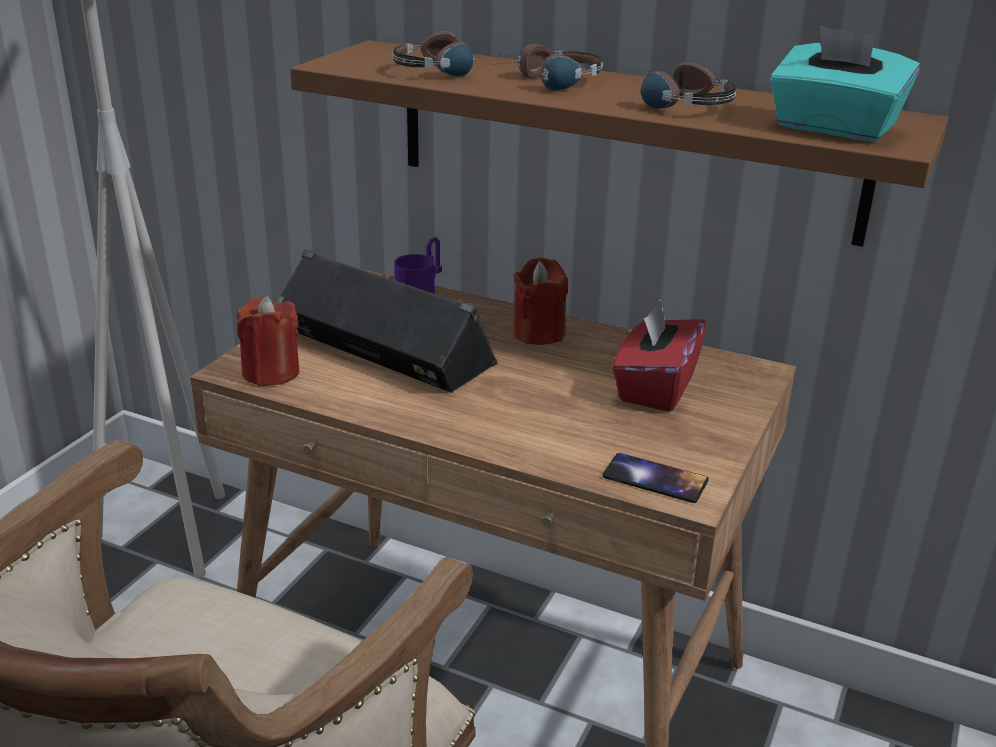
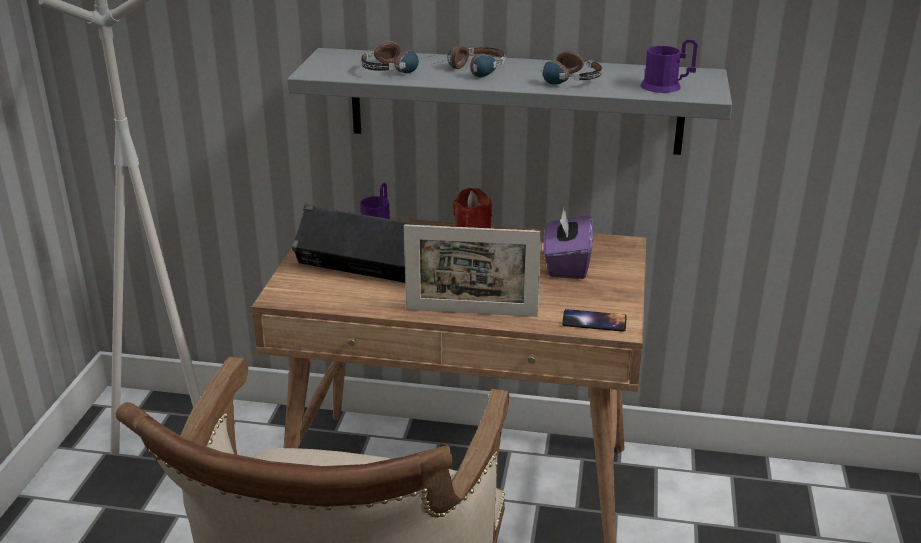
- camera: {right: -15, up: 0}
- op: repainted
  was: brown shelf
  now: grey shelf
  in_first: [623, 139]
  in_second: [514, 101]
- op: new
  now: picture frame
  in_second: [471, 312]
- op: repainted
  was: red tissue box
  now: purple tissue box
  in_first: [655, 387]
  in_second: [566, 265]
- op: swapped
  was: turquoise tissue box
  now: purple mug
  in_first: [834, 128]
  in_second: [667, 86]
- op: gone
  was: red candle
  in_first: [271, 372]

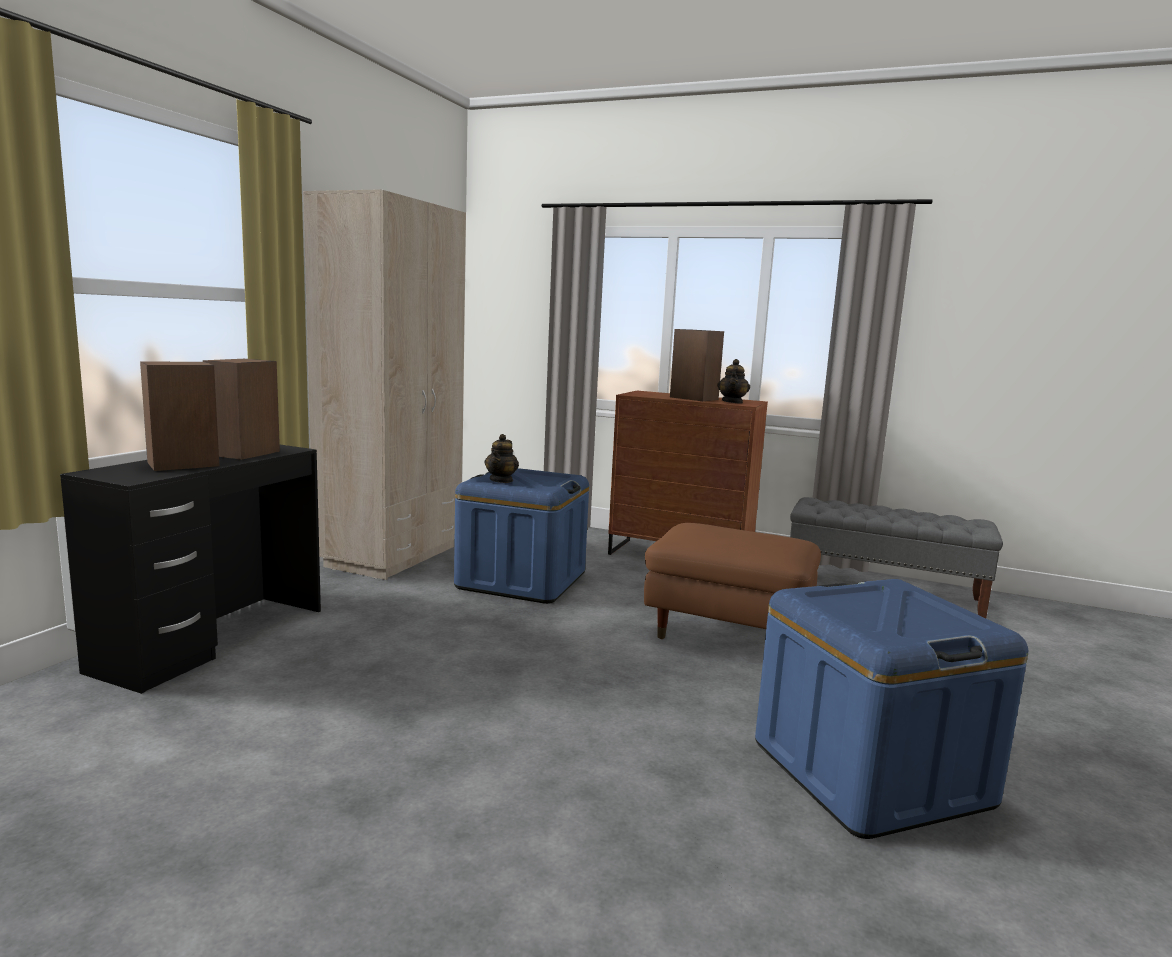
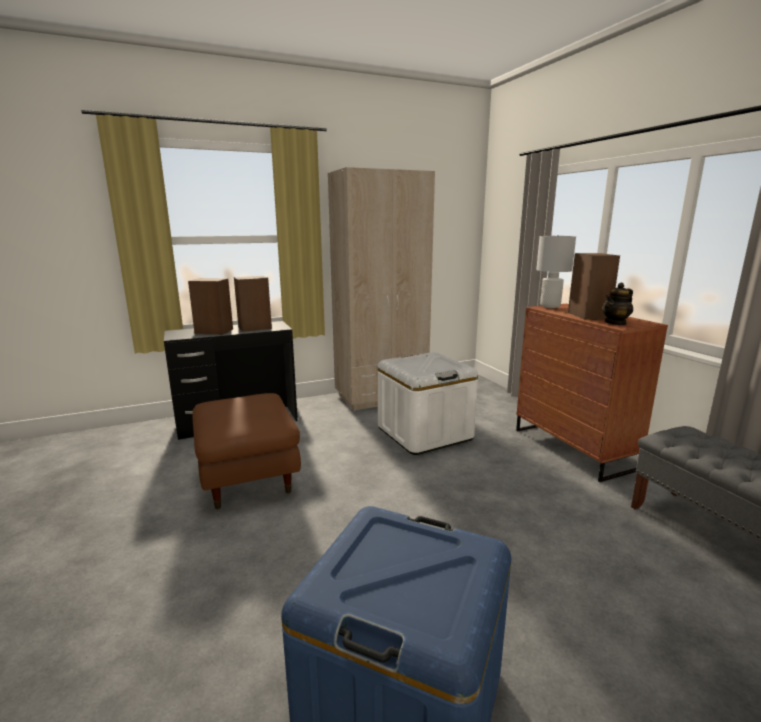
- camera: {right: 45, up: 5}
- op: shifted
  was: brown ottoman
  in_first: [726, 633]
  in_second: [247, 476]
- op: repainted
  was: blue storage box
  now: white storage box
  in_first: [521, 580]
  in_second: [424, 433]
- op: new
  now: grey table lamp
  in_second: [549, 307]
- op: gone
  was: teapot
  in_first: [501, 480]

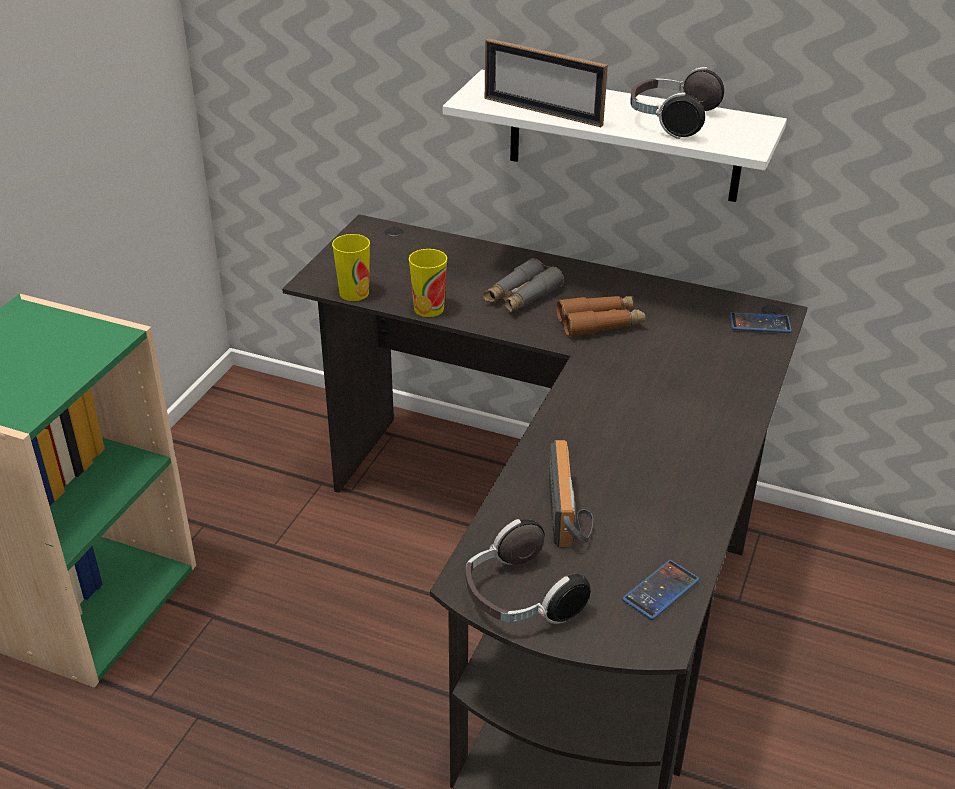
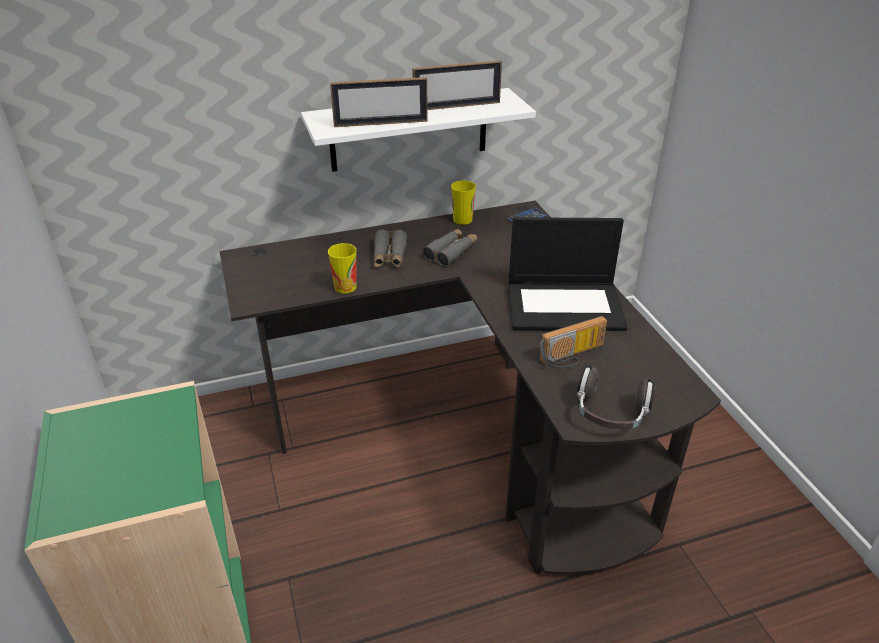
- camera: {right: -40, up: 0}
- op: swapped
  was: headphones
  now: picture frame
  in_first: [670, 120]
  in_second: [457, 106]
- op: repainted
  was: brown binoculars
  now: grey binoculars
  in_first: [600, 323]
  in_second: [451, 252]
- op: shifted
  was: cup
  in_first: [354, 293]
  in_second: [462, 219]
- op: new
  now: laptop
  in_second: [565, 305]
- op: rotated
  was: radio
  in_first: [571, 513]
  in_second: [573, 357]
  clockwise: 105
- op: gone
  was: phone
  in_first: [660, 590]

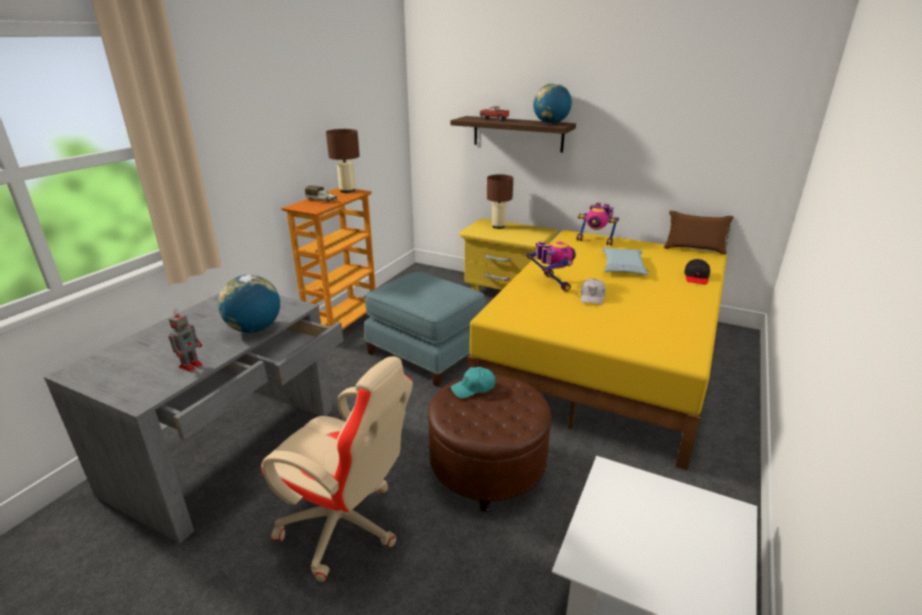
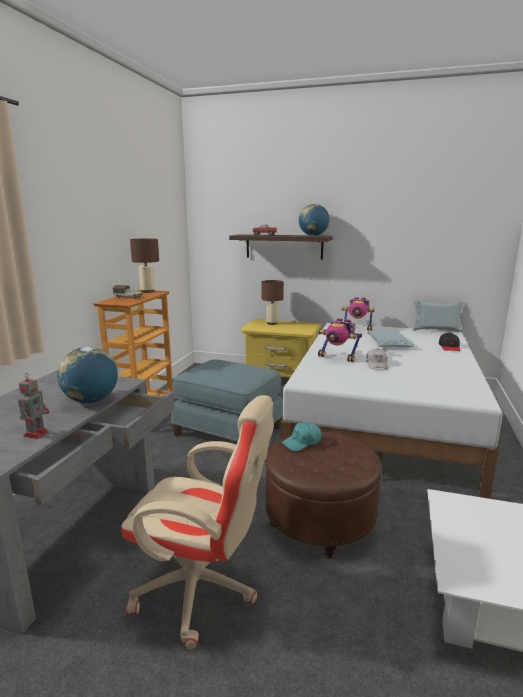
- camera: {right: -10, up: -10}
- op: repainted
  was: yellow bed
  now: white bed
  in_first: [605, 357]
  in_second: [384, 421]
- op: rotated
  was: toy robot
  in_first: [551, 283]
  in_second: [338, 357]
  clockwise: 150
- op: repainted
  was: brown pillow
  now: blue pillow
  in_first: [694, 249]
  in_second: [436, 330]

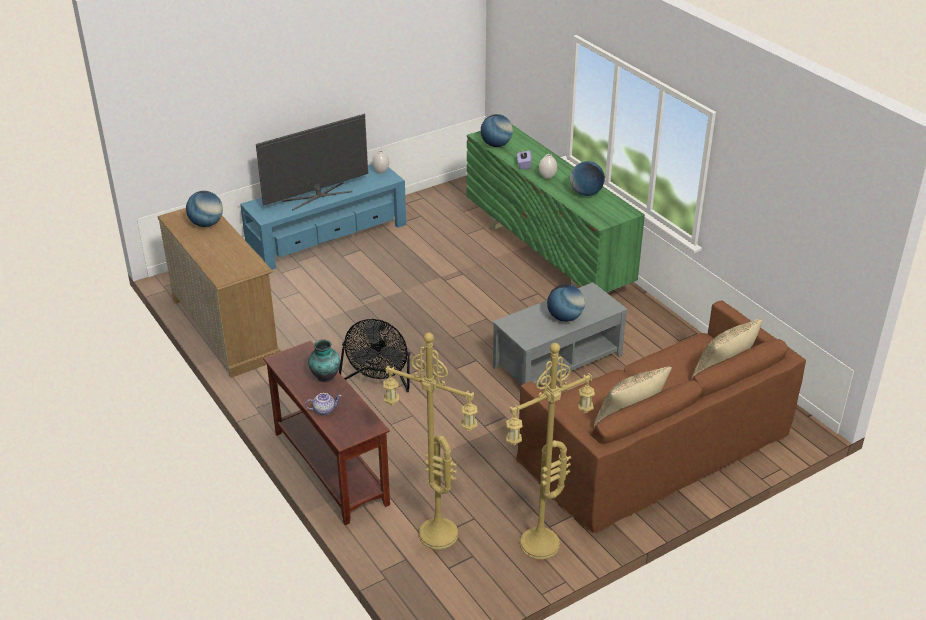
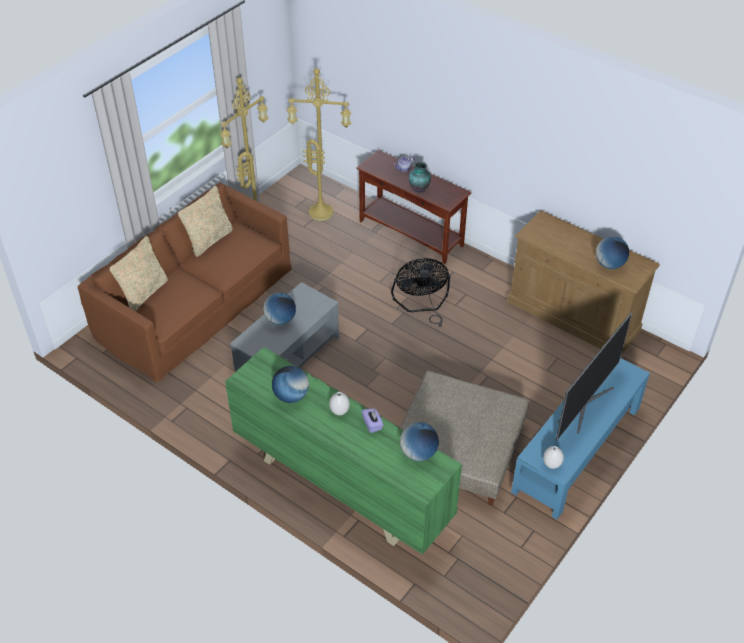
- camera: {right: 160, up: 10}
- op: new
  now: beige ottoman
  in_second: [458, 449]

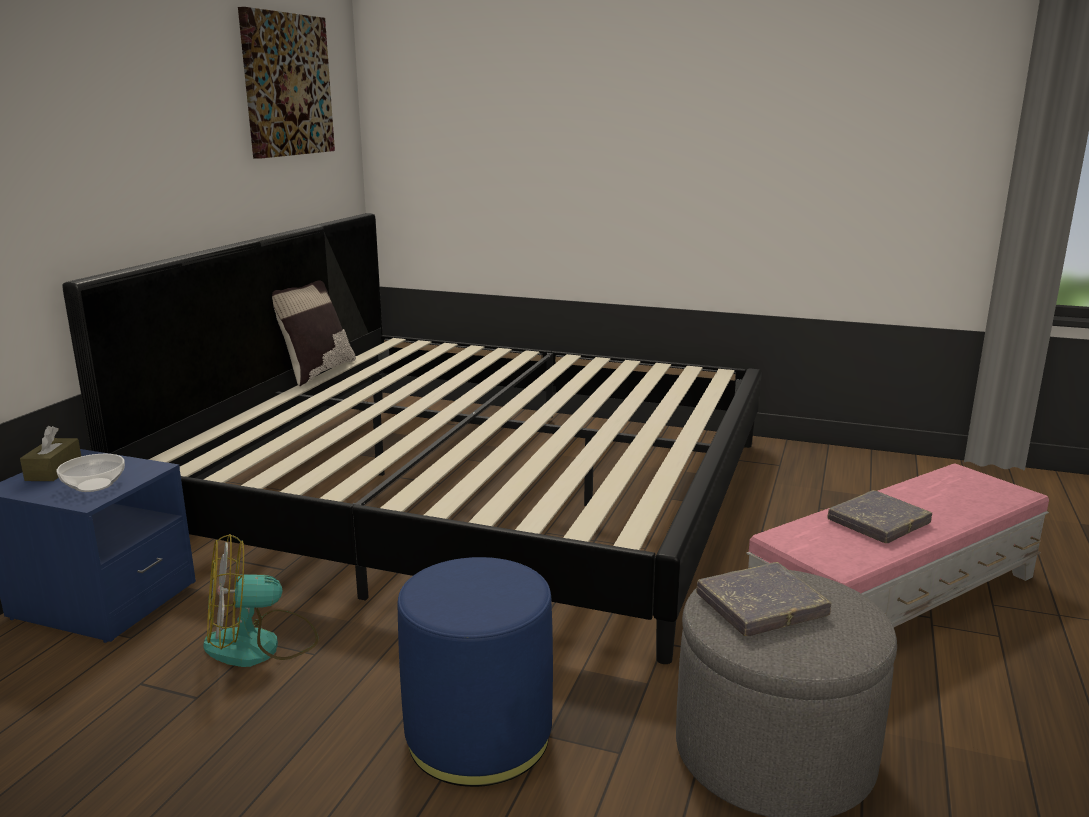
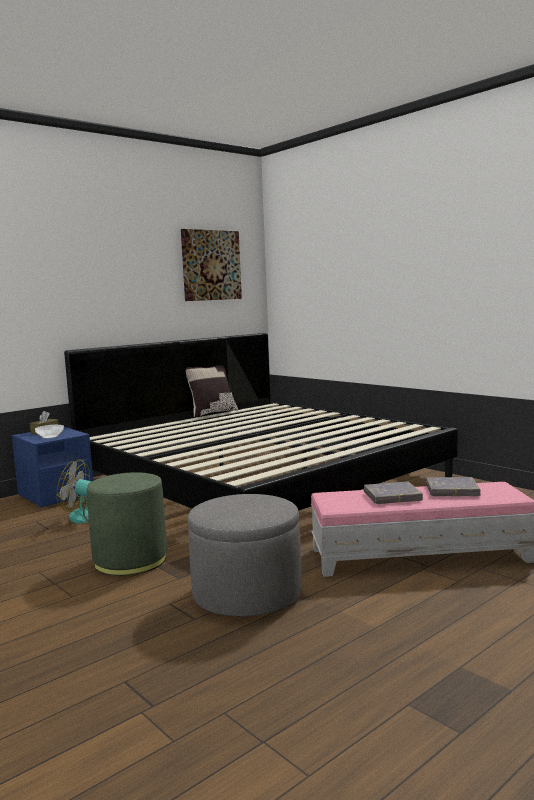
- camera: {right: 30, up: -10}
- op: repainted
  was: blue ottoman
  now: green ottoman
  in_first: [478, 735]
  in_second: [130, 560]
- op: shifted
  was: grey book
  in_first: [761, 606]
  in_second: [452, 491]

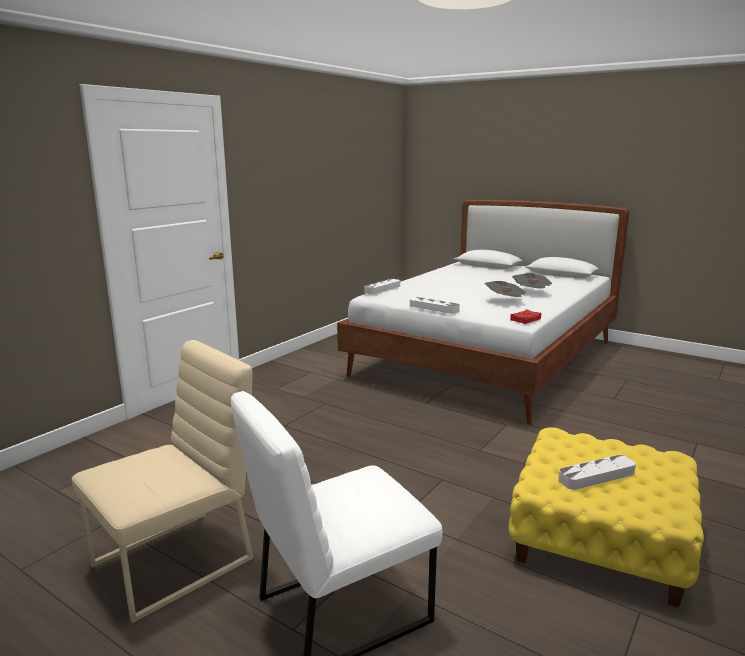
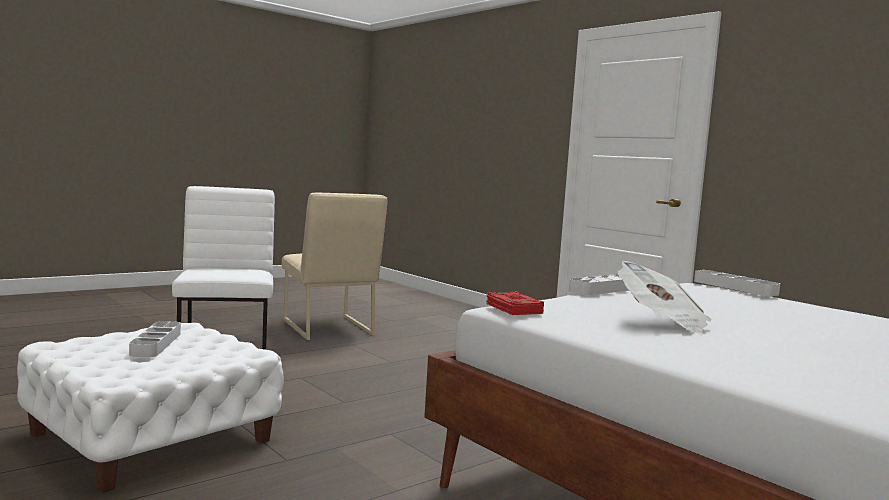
- camera: {right: 105, up: -10}
- op: repainted
  was: yellow ottoman
  now: white ottoman
  in_first: [600, 539]
  in_second: [152, 437]
- op: gone
  was: newspaper
  in_first: [531, 292]

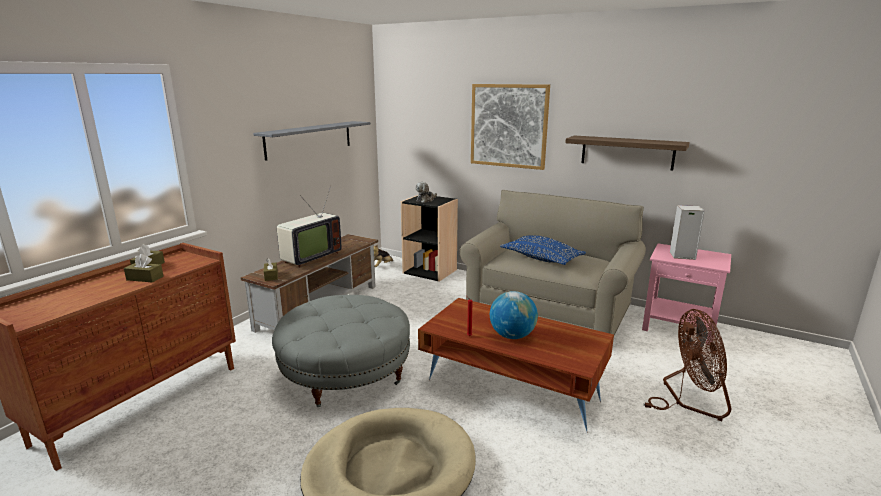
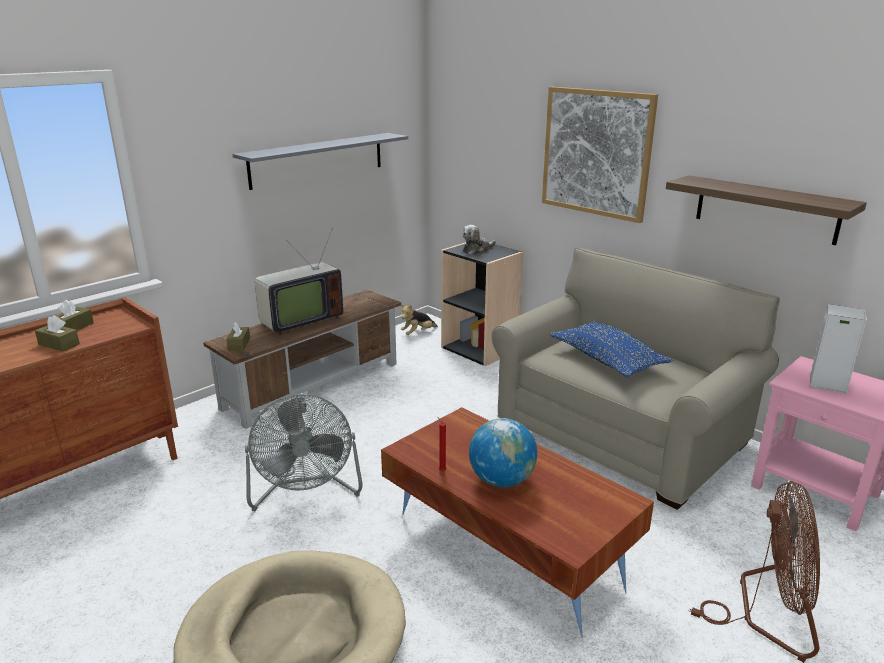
- camera: {right: 15, up: 5}
- op: swapped
  was: grey ottoman
  now: grey fan
  in_first: [346, 375]
  in_second: [301, 490]

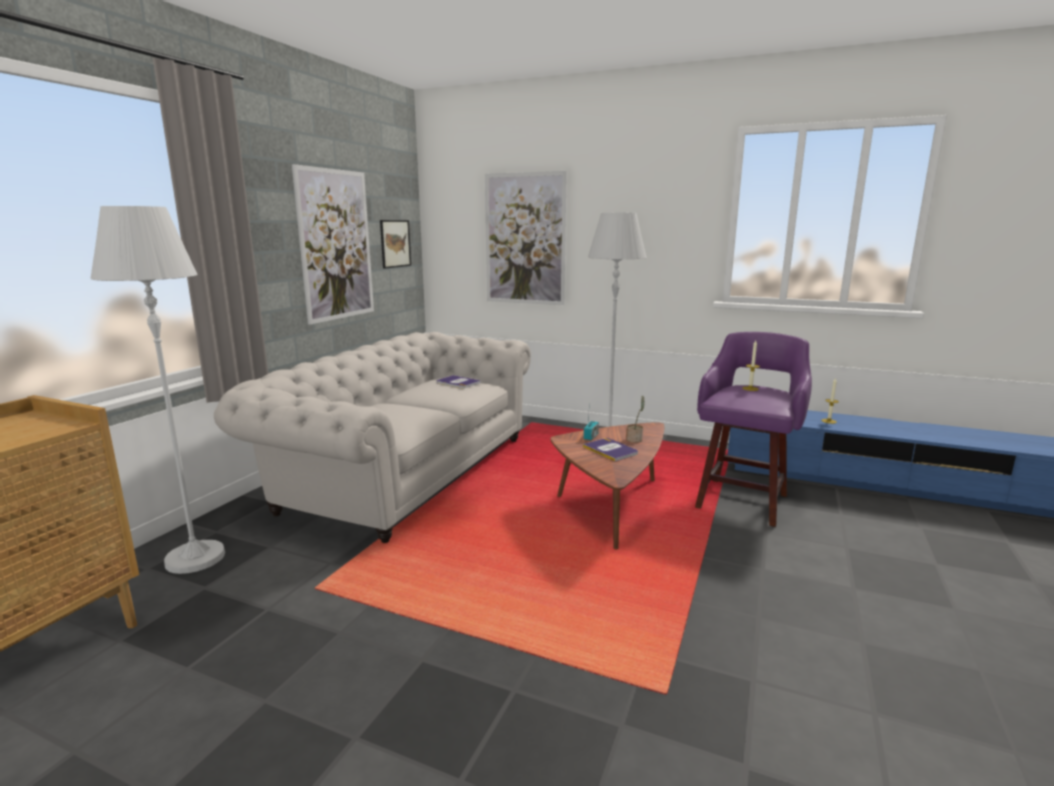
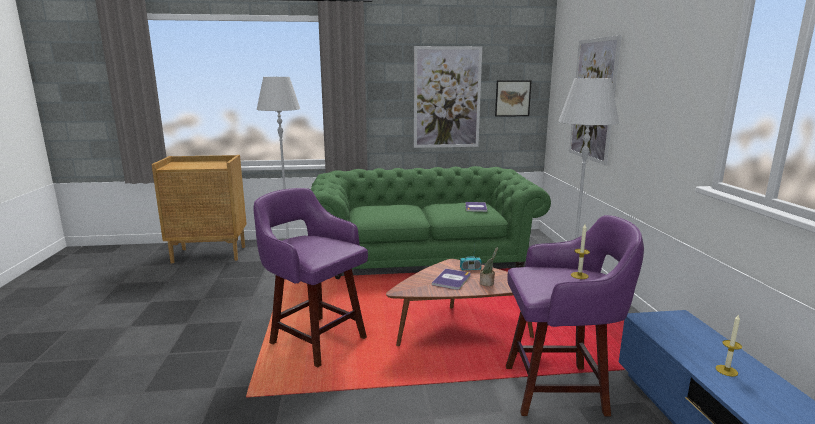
- camera: {right: 60, up: 0}
- op: new
  now: purple stool
  in_second: [315, 339]
- op: repainted
  was: white sofa
  now: green sofa
  in_first: [401, 471]
  in_second: [422, 256]

